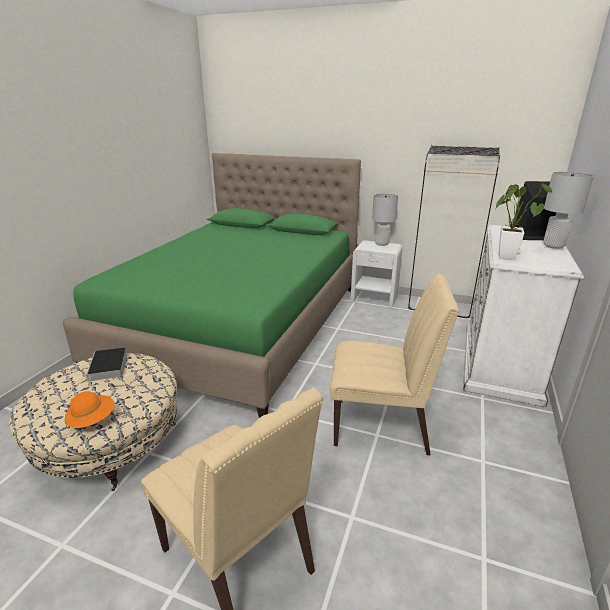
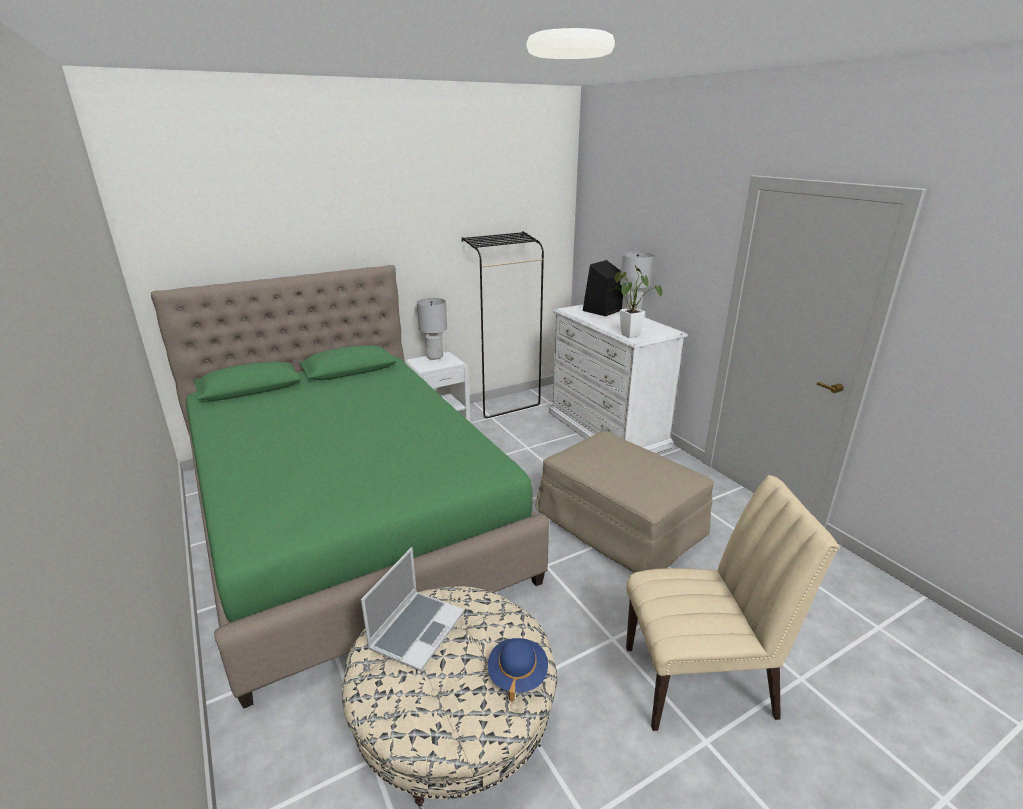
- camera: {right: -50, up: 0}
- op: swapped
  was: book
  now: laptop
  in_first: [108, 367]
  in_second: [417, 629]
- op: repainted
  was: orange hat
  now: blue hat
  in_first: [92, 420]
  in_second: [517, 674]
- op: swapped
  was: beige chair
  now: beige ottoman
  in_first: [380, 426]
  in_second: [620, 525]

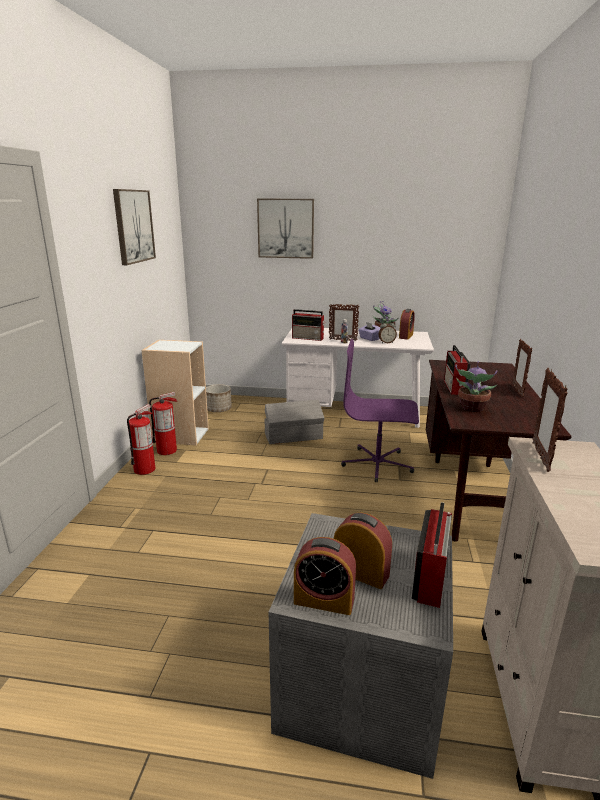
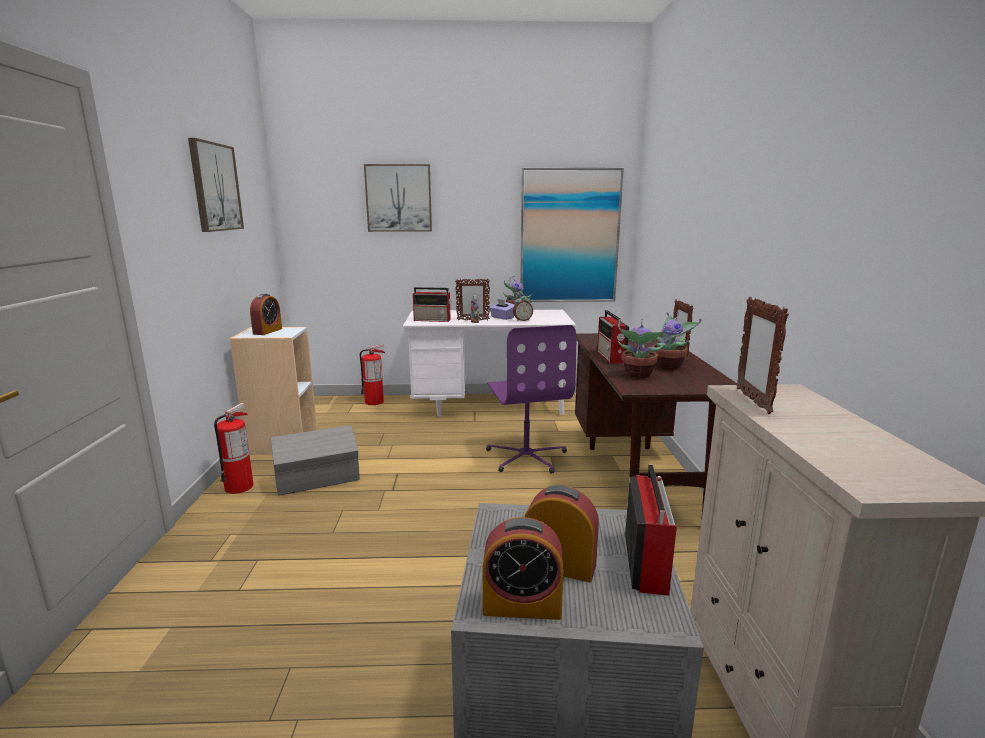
- camera: {right: -10, up: -5}
- op: shifted
  was: alarm clock
  in_first: [406, 336]
  in_second: [267, 331]
- op: shifted
  was: grey storage box
  in_first: [294, 436]
  in_second: [318, 480]
- op: shifted
  was: fire extinguisher
  in_first: [167, 450]
  in_second: [374, 402]
- op: rotated
  was: purple office chair
  in_first: [377, 464]
  in_second: [526, 456]
  clockwise: -105
- op: new
  now: picture
  in_second: [569, 236]
- op: new
  now: potted plant
  in_second: [669, 366]
- op: gone
  was: planter
  in_first: [218, 409]

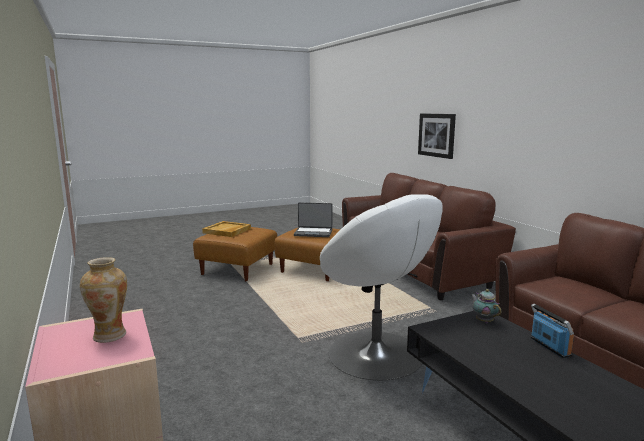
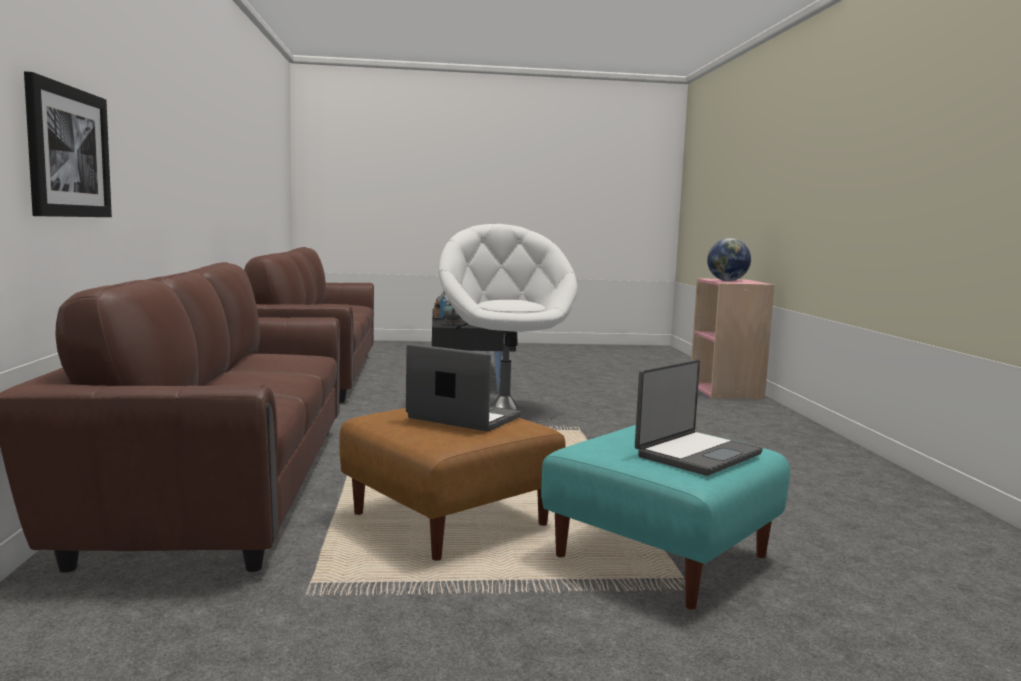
- camera: {right: -160, up: -5}
- op: repainted
  was: brown ottoman
  now: turquoise ottoman
  in_first: [237, 269]
  in_second: [661, 555]
- op: swapped
  was: beige tray
  now: laptop
  in_first: [227, 231]
  in_second: [696, 454]
- op: swapped
  was: vase
  now: globe
  in_first: [110, 335]
  in_second: [727, 281]

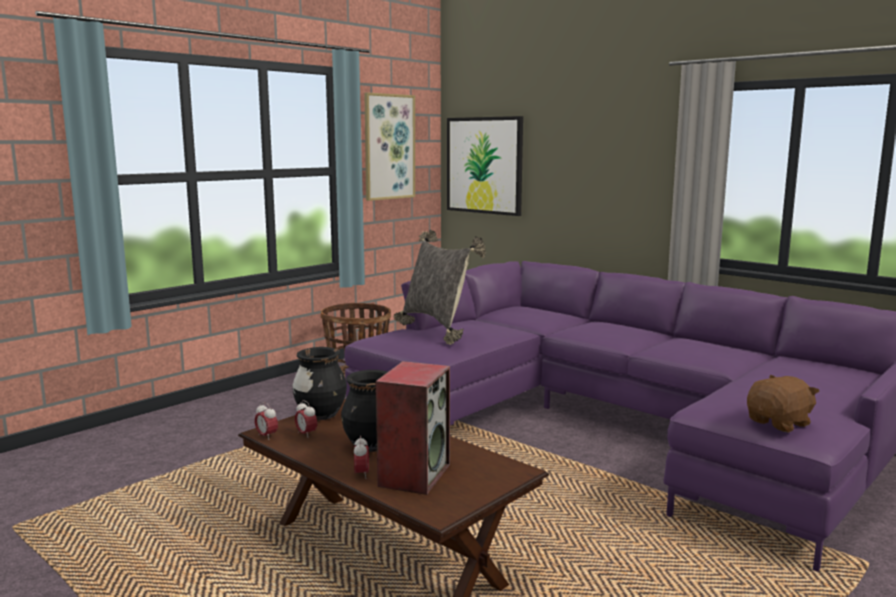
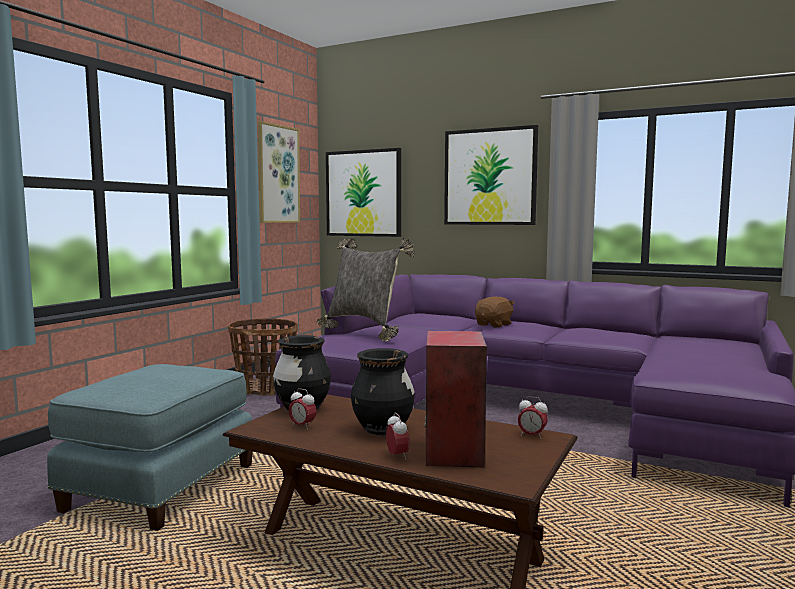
- camera: {right: -15, up: -5}
- op: new
  now: blue ottoman
  in_second: [159, 486]
- op: new
  now: picture
  in_second: [490, 177]
- op: shifted
  was: brown plush toy
  in_first: [779, 423]
  in_second: [494, 325]
- op: shifted
  was: alarm clock
  in_first: [266, 436]
  in_second: [531, 436]

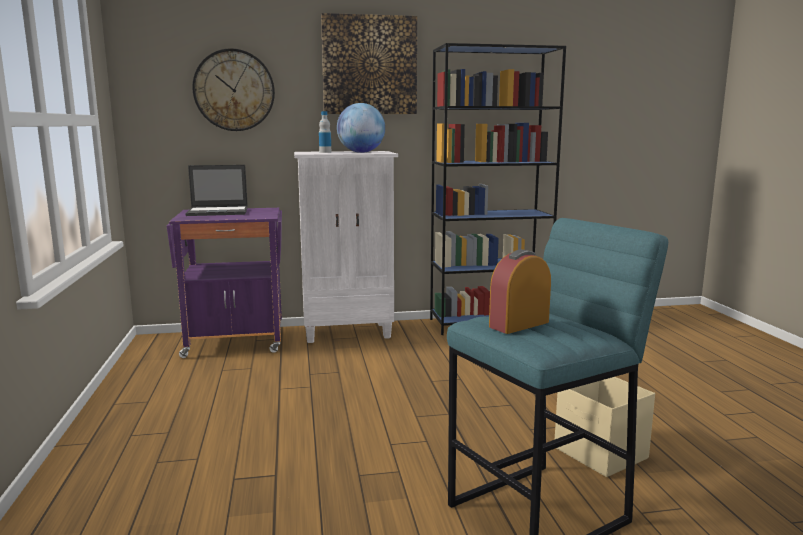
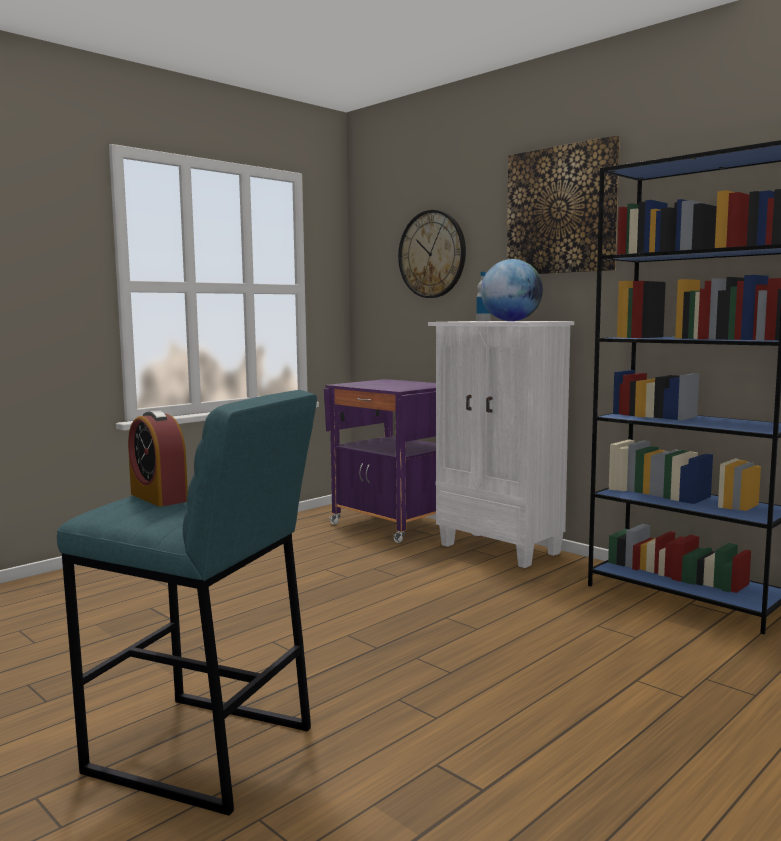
- camera: {right: 55, up: -5}
- op: rotated
  was: alarm clock
  in_first: [519, 324]
  in_second: [159, 497]
  clockwise: -150
- op: gone
  was: laptop
  in_first: [219, 212]
- op: gone
  was: beige storage box
  in_first: [601, 454]

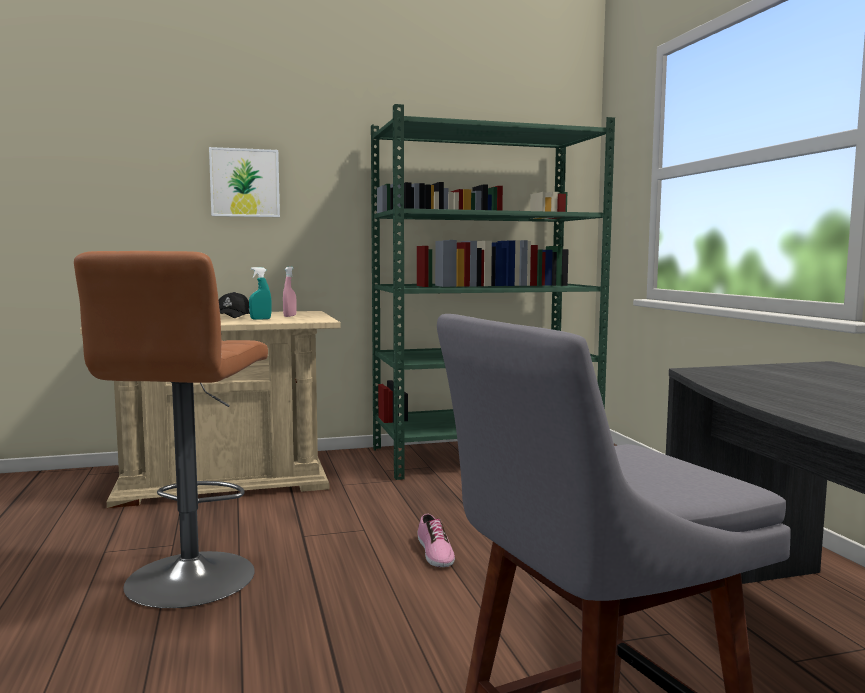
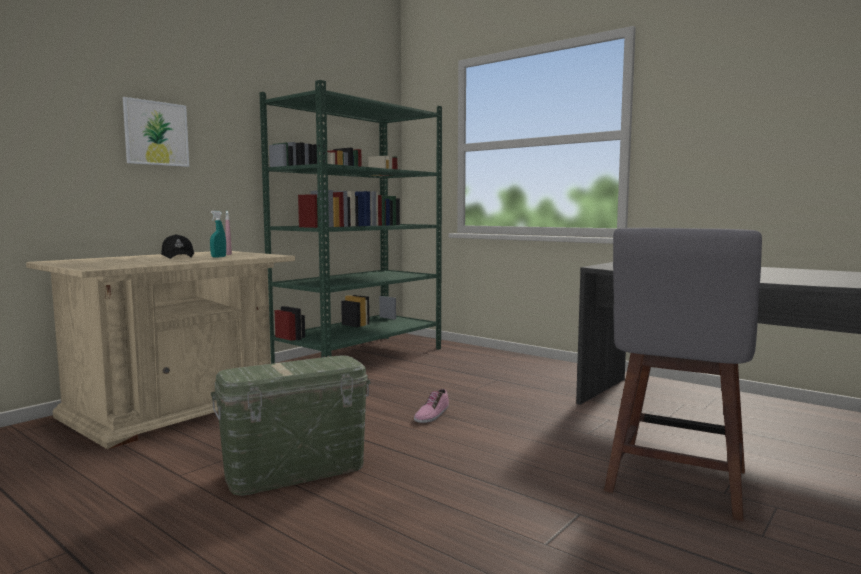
- camera: {right: -35, up: 0}
- op: swapped
  was: brown stool
  now: green storage box
  in_first: [188, 579]
  in_second: [295, 471]
- op: rotated
  was: shoe
  in_first: [434, 552]
  in_second: [431, 414]
  clockwise: 75

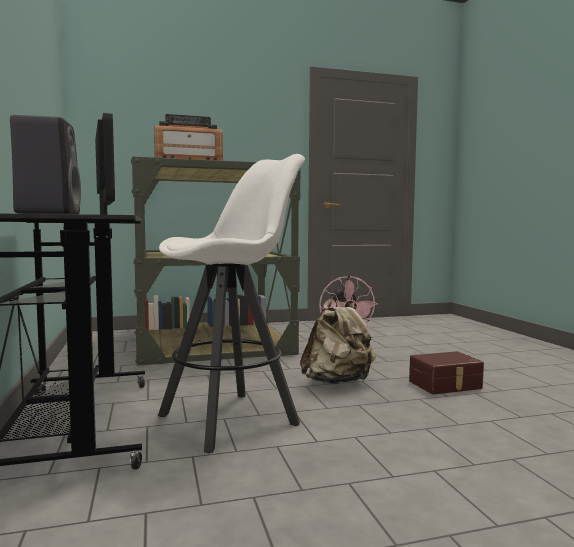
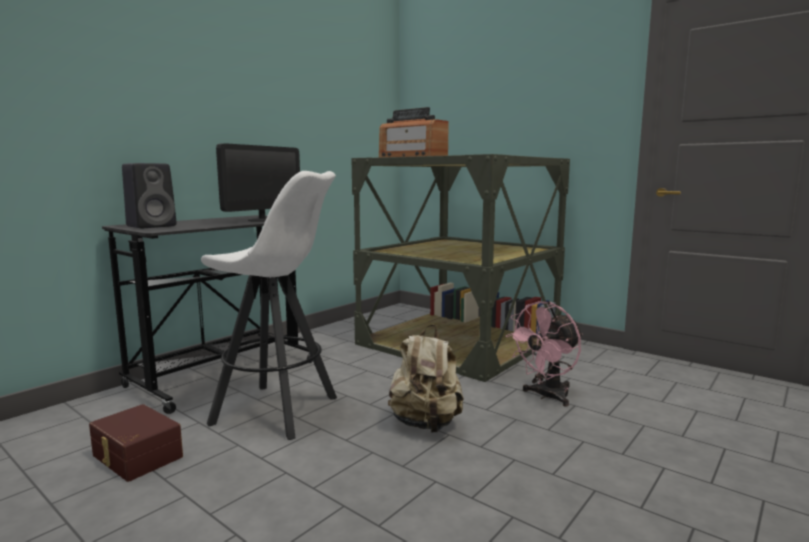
- camera: {right: 55, up: 5}
- op: shifted
  was: brown storage box
  in_first: [446, 385]
  in_second: [135, 457]

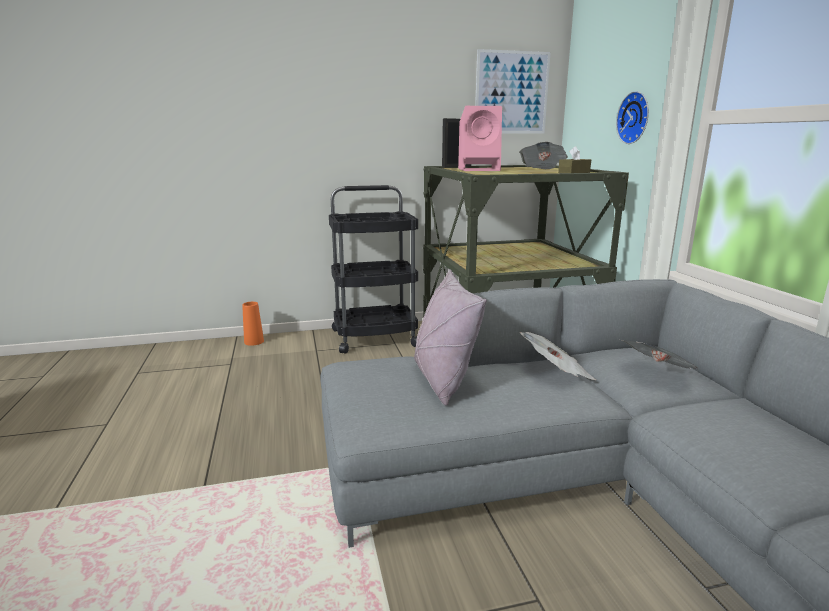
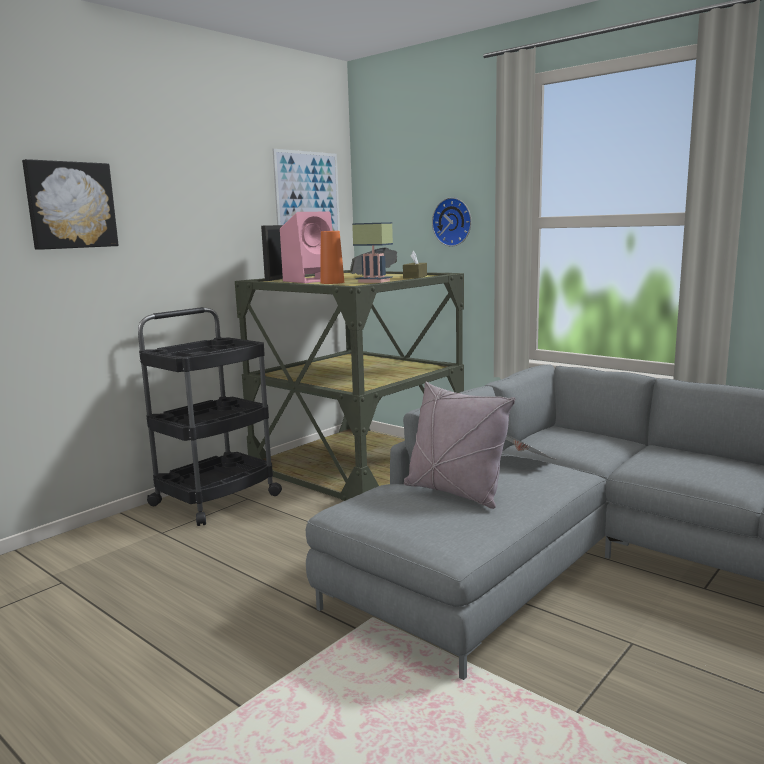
- camera: {right: -35, up: -5}
- op: new
  now: picture
  in_second: [70, 205]
- op: shifted
  was: orange vase
  in_first: [254, 341]
  in_second: [332, 282]
- op: new
  now: table lamp
  in_second: [375, 281]
- op: gone
  was: newspaper
  in_first: [658, 374]

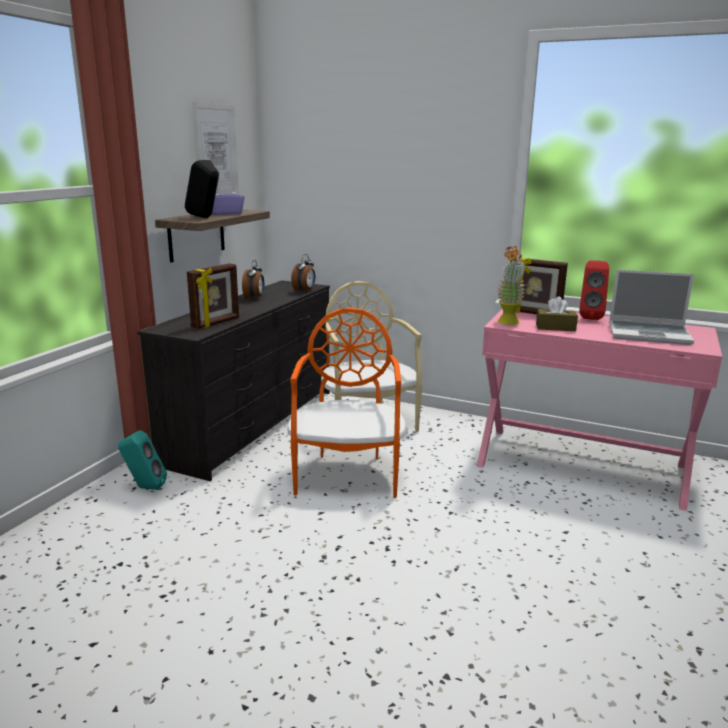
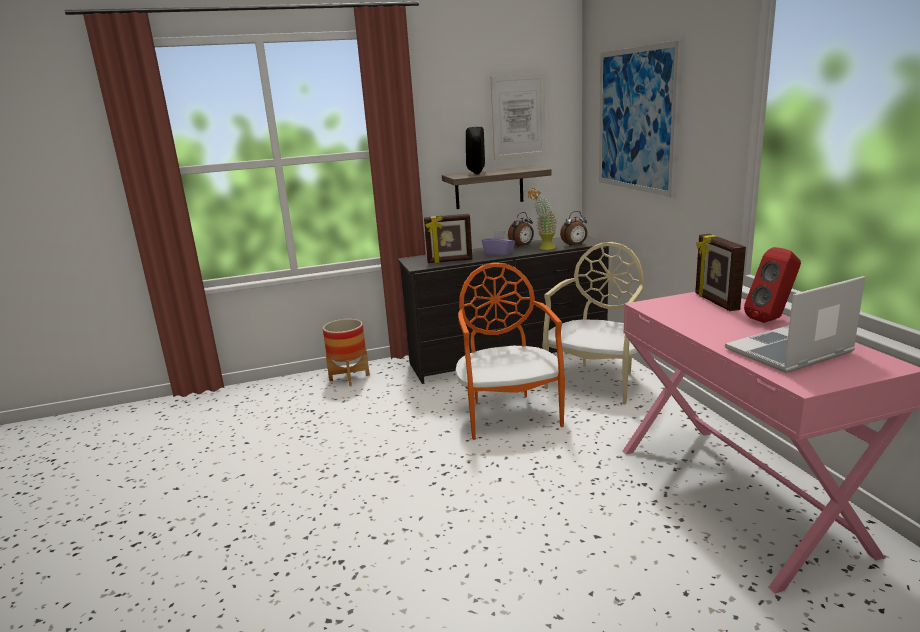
- camera: {right: 50, up: 0}
- op: new
  now: planter
  in_second: [349, 377]
- op: rotated
  was: orange chair
  in_first: [348, 474]
  in_second: [509, 414]
  clockwise: -60
- op: shifted
  was: purple tissue box
  in_first: [226, 213]
  in_second: [499, 254]
- op: shifted
  was: potted plant
  in_first: [508, 323]
  in_second: [543, 248]
- op: new
  now: picture
  in_second: [635, 120]
- op: rotated
  was: laptop
  in_first: [649, 334]
  in_second: [789, 352]
  clockwise: 90
- op: gone
  was: turquoise speaker
  in_first: [144, 488]
- op: gone
  was: brown tissue box
  in_first: [555, 327]

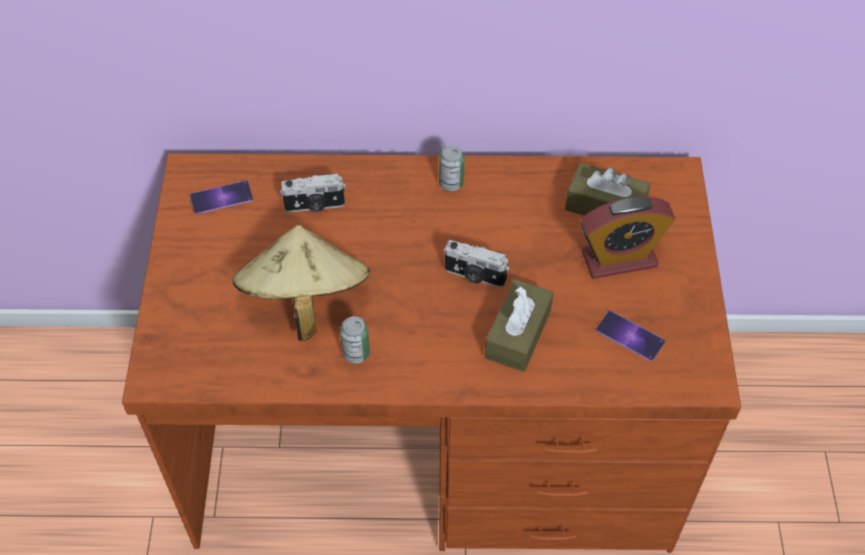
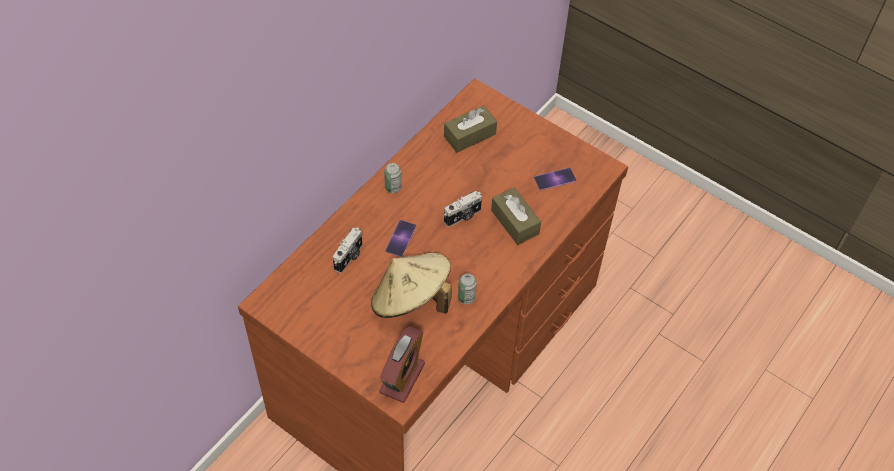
- camera: {right: -55, up: 0}
- op: shifted
  was: alarm clock
  in_first: [619, 258]
  in_second: [402, 378]
- op: shifted
  was: phone
  in_first: [221, 198]
  in_second: [401, 238]

